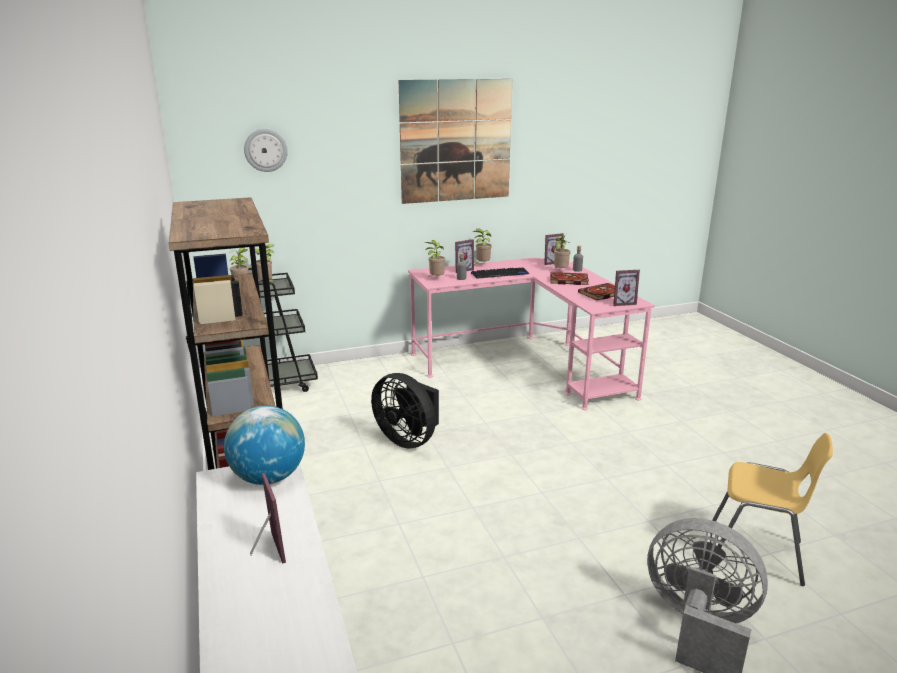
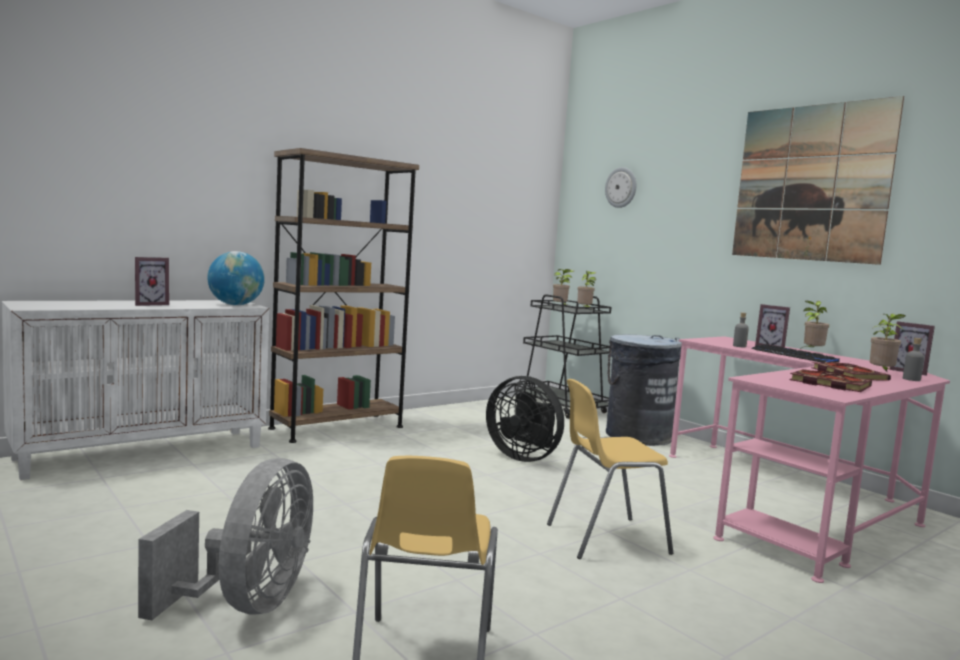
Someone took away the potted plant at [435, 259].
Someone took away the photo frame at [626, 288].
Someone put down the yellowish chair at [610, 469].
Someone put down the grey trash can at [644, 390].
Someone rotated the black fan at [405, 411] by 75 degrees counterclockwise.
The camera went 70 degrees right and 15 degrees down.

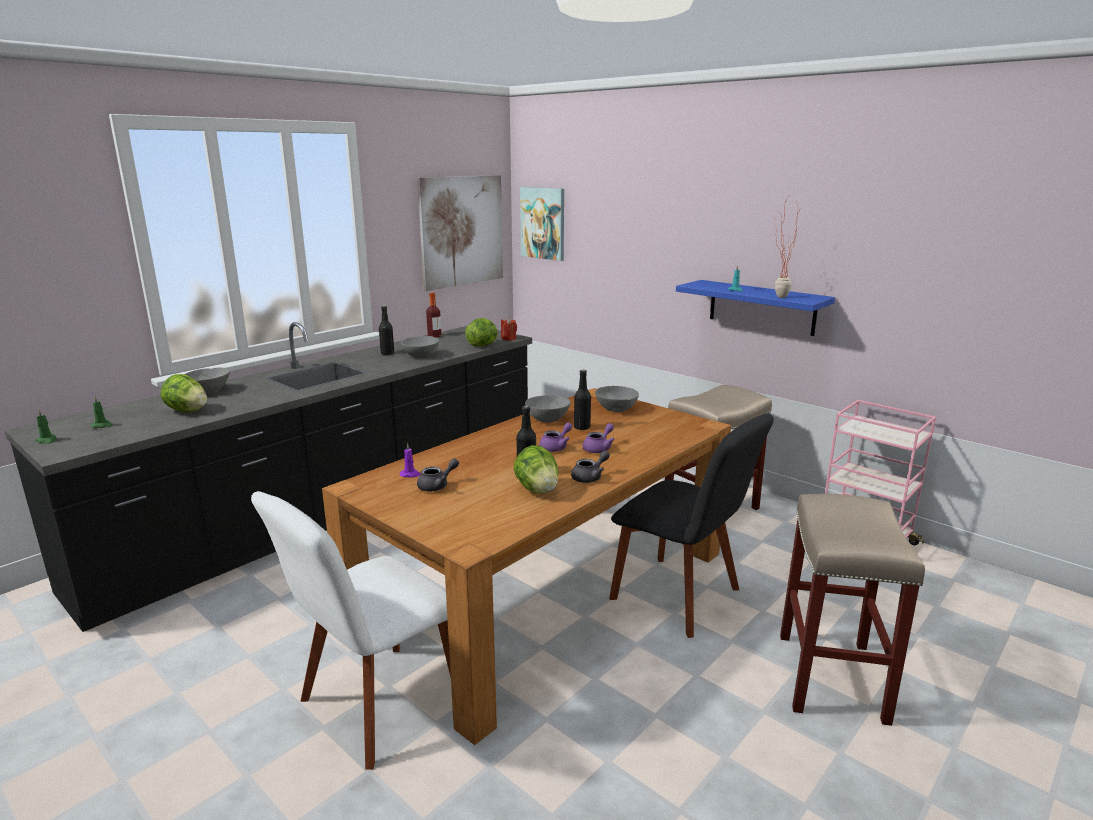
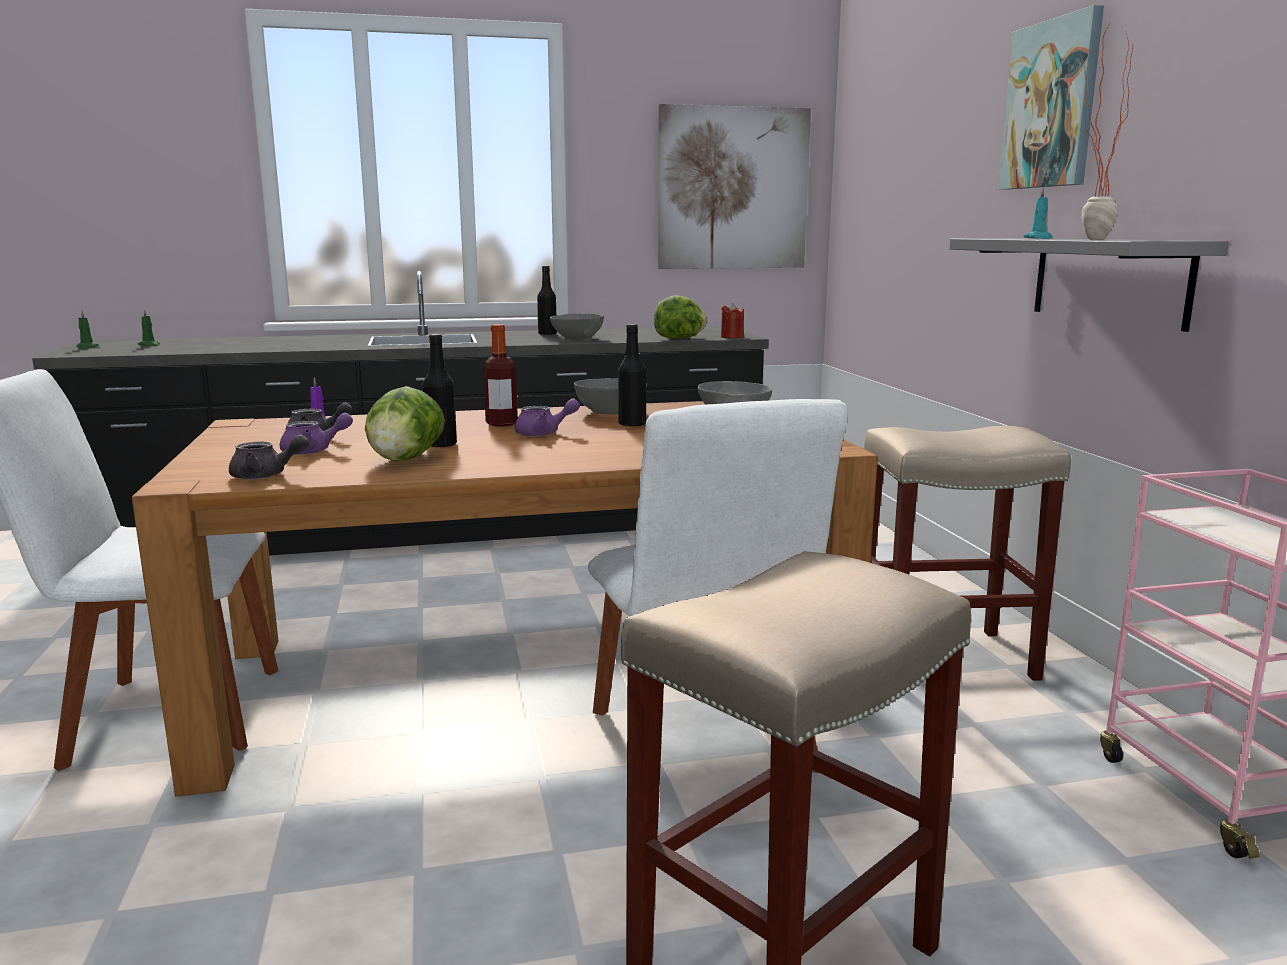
Someone took away the lettuce head at [184, 393].
Someone took away the grey deep dish at [207, 381].
Someone carried the beverage bottle from [433, 315] to [500, 375].
Someone carried the wall picture from [542, 224] to [1051, 97].
Someone carried the grey teapot from [590, 467] to [269, 457].
Someone carried the purple-coloured teapot from [599, 438] to [316, 434].
Someone repainted the black chair at [691, 525], which became the whitish chair at [718, 586].
Someone repainted the blue-coloured shelf at [755, 308], which became the grey shelf at [1089, 285].
The camera went 35 degrees right and 5 degrees down.

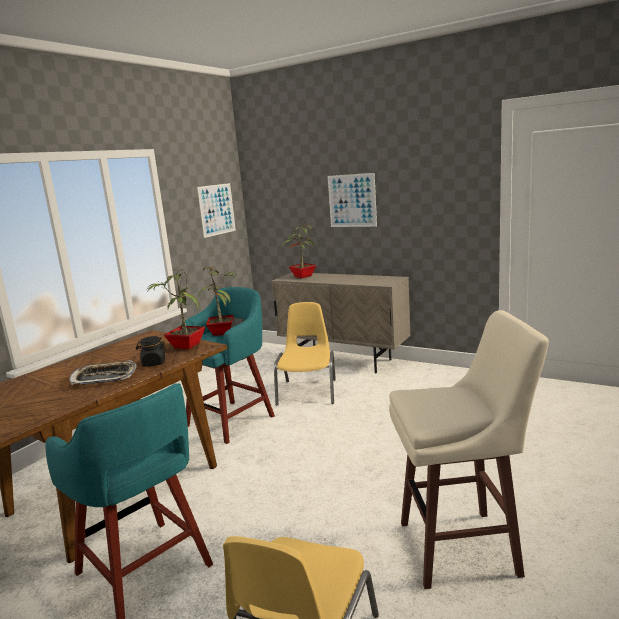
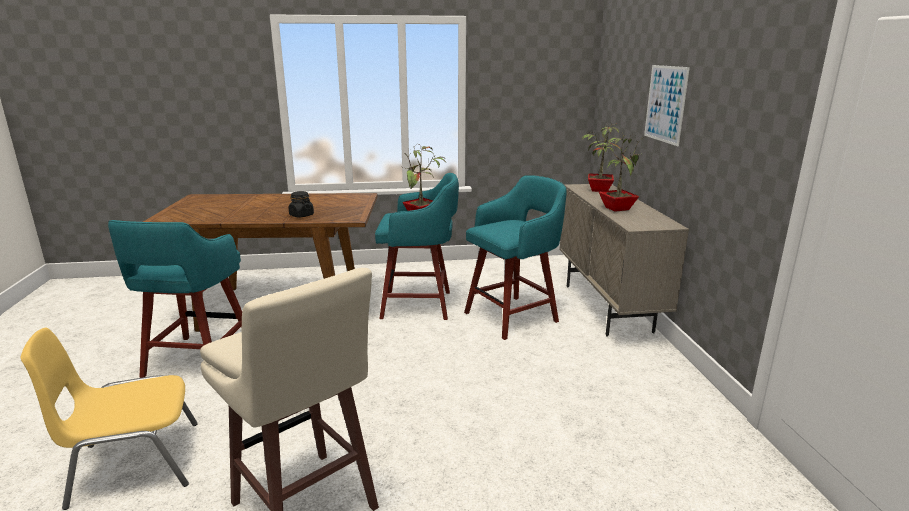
Someone took away the carrying tray at [103, 372].
Someone took away the wall picture at [216, 210].
Someone carried the potted plant from [176, 308] to [618, 173].
Someone swapped the yellowish chair at [305, 353] for the blue-green stool seat at [515, 257].
The camera went 50 degrees right and 5 degrees up.

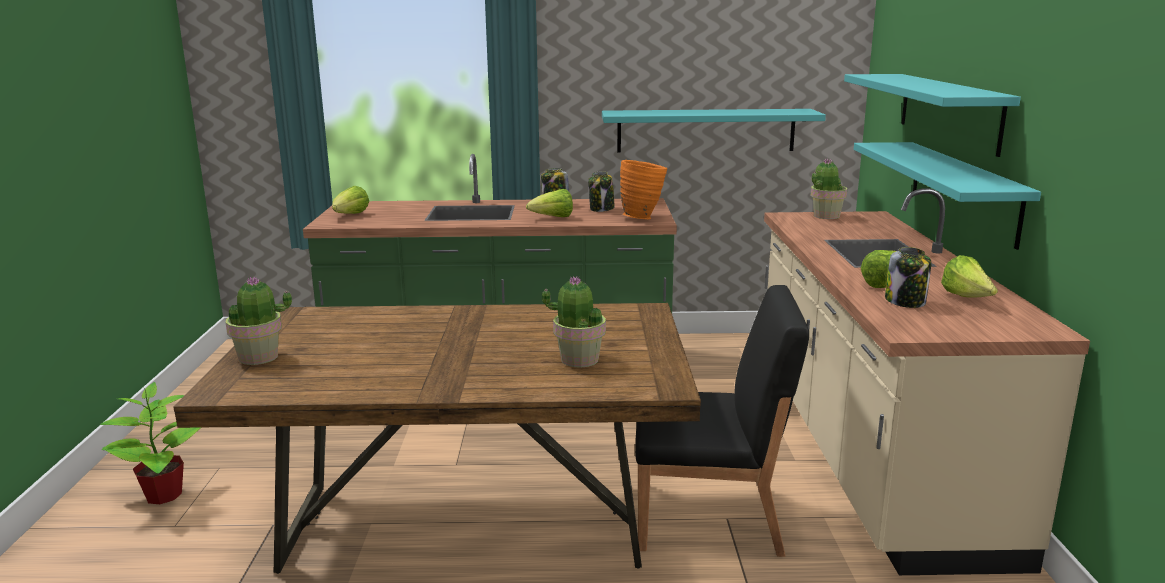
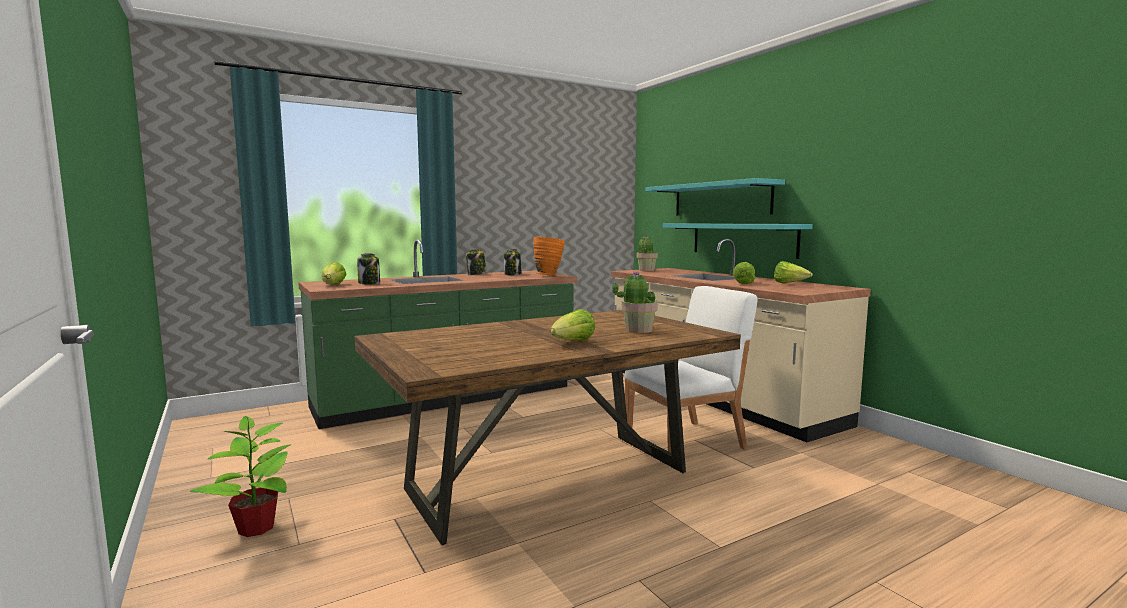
Someone took away the potted plant at [258, 321].
Someone took away the blue-green shelf at [714, 131].
Someone carried the lettuce head from [549, 203] to [573, 325].
Someone carried the jar from [908, 277] to [368, 269].
Someone repainted the black chair at [722, 421], which became the whitish chair at [690, 369].
The camera went 30 degrees left and 10 degrees down.

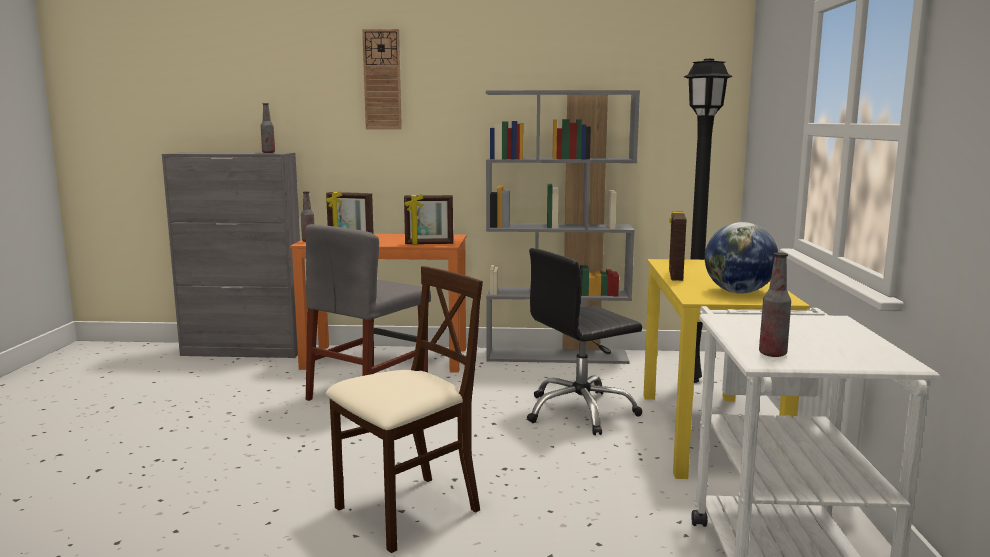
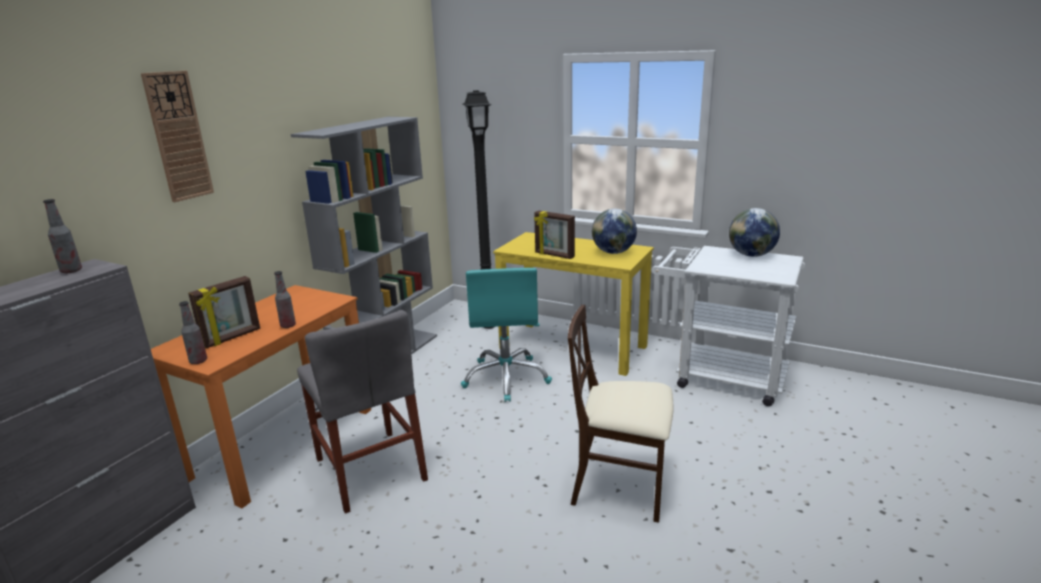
Someone took away the photo frame at [428, 219].
Someone put down the desk globe at [754, 232].
Someone carried the beverage bottle from [775, 304] to [285, 299].
Someone repainted the black office chair at [584, 341], which became the blue-green office chair at [506, 335].
Someone rotated the beige chair at [404, 409] by 60 degrees counterclockwise.
The camera went 65 degrees left and 10 degrees up.

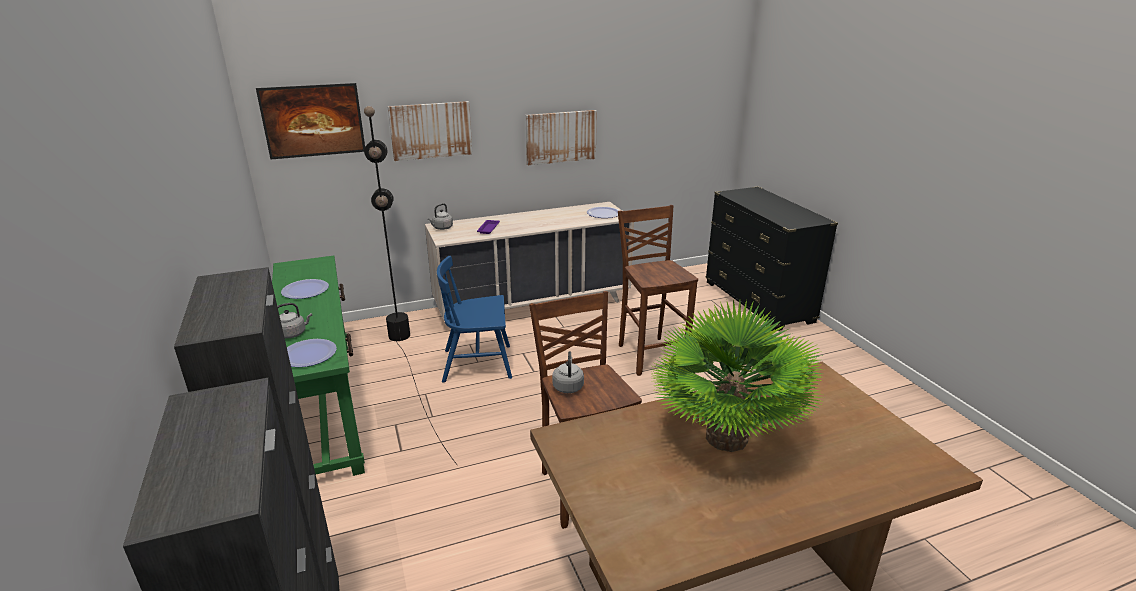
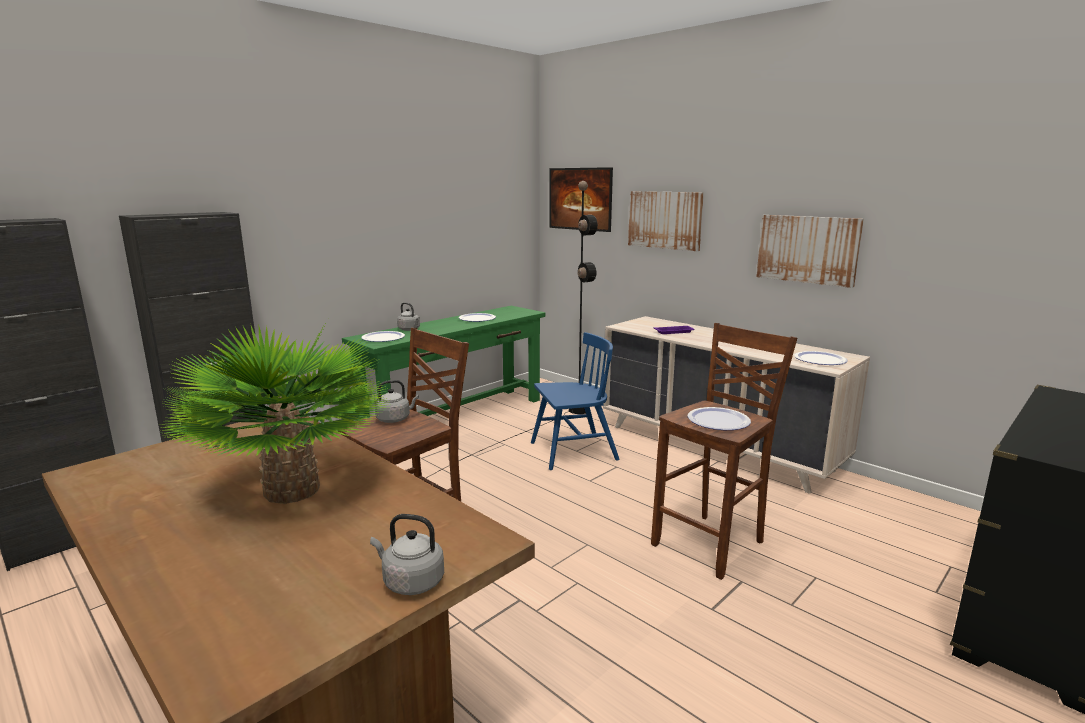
Someone put down the plate at [719, 418].
Someone carried the grey kettle from [440, 216] to [407, 554].
Someone rotated the blue-coloured chair at [474, 319] by 105 degrees clockwise.
The camera went 65 degrees right and 10 degrees down.

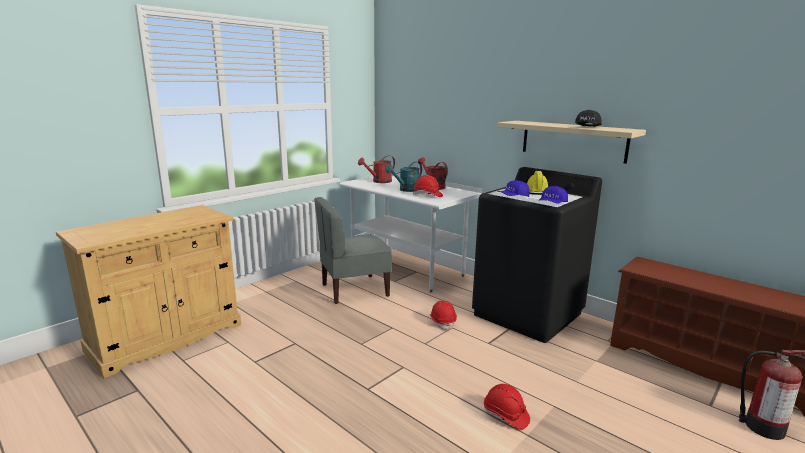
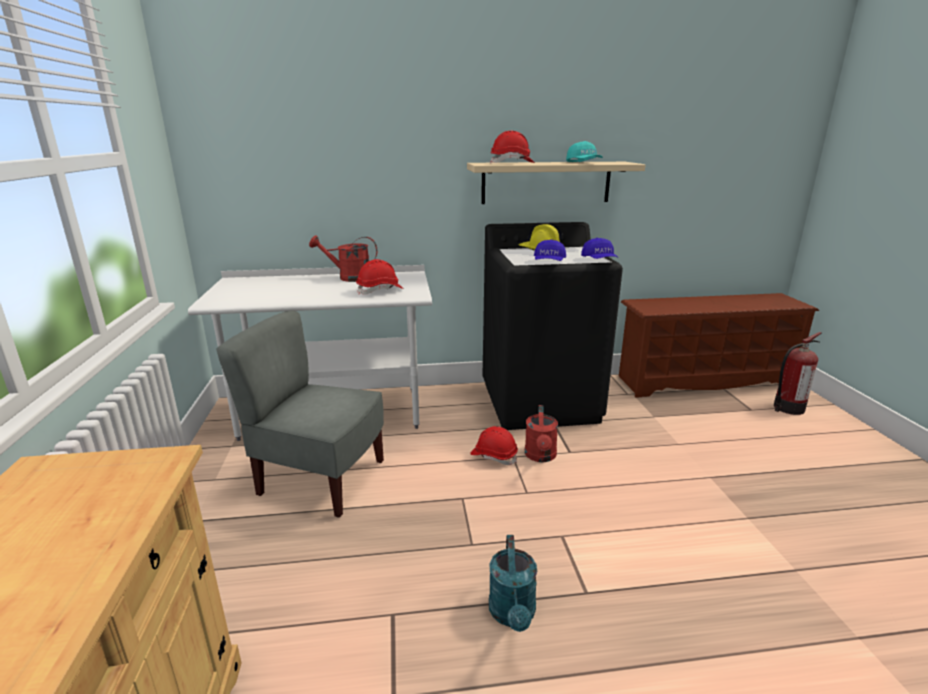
Someone carried the red watering can from [376, 169] to [541, 433].
Someone carried the blue-green watering can from [403, 177] to [513, 583].
Someone carried the red hard hat from [507, 407] to [512, 147].
Someone repainted the black baseball cap at [588, 118], which became the blue-green baseball cap at [584, 151].
Someone rotated the grey chair at [353, 250] by 90 degrees clockwise.
The camera went 50 degrees left and 5 degrees up.

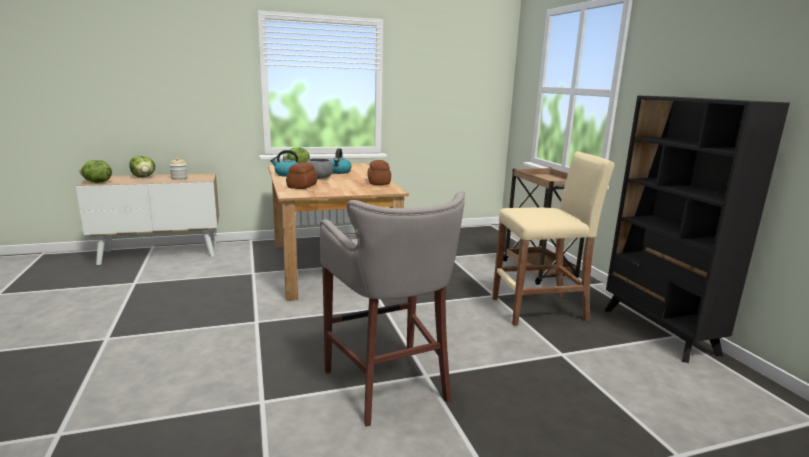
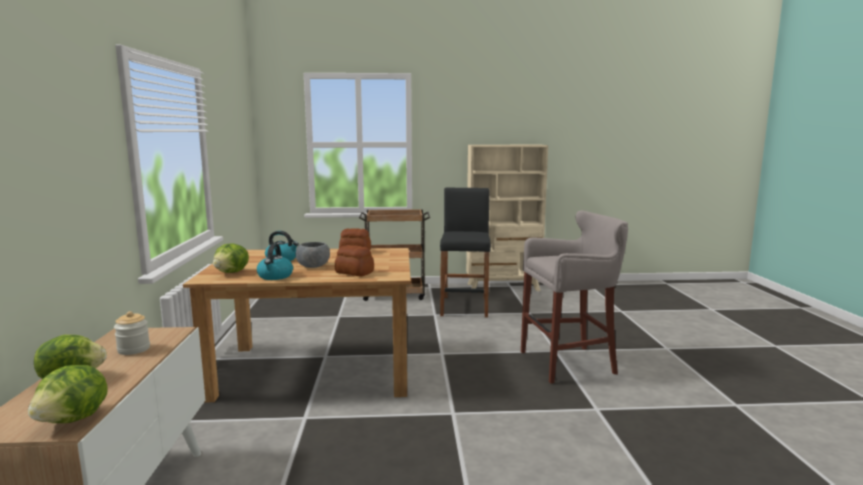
Someone repainted the beige stool seat at [553, 238], which became the black stool seat at [465, 252].
Someone repainted the black bookshelf at [697, 229], which became the beige bookshelf at [507, 218].
The camera went 75 degrees left and 5 degrees down.

